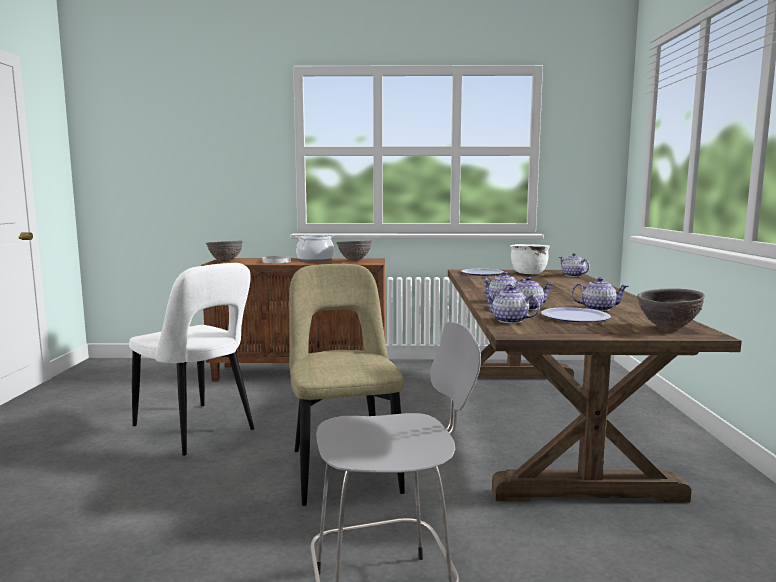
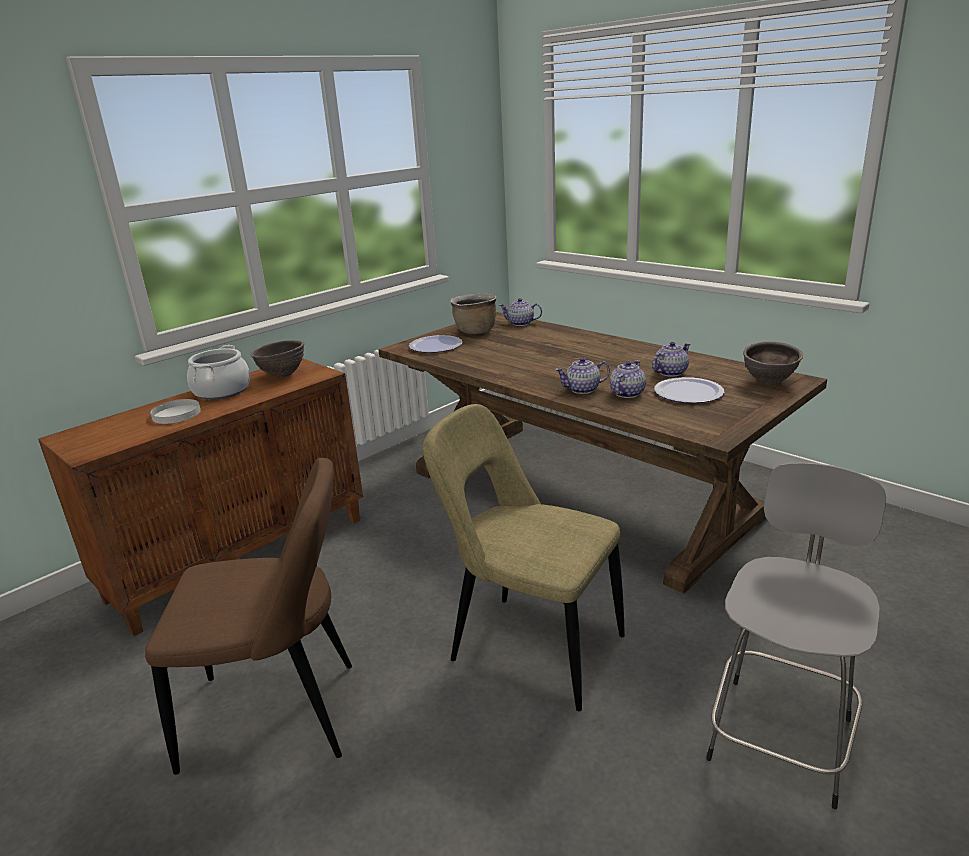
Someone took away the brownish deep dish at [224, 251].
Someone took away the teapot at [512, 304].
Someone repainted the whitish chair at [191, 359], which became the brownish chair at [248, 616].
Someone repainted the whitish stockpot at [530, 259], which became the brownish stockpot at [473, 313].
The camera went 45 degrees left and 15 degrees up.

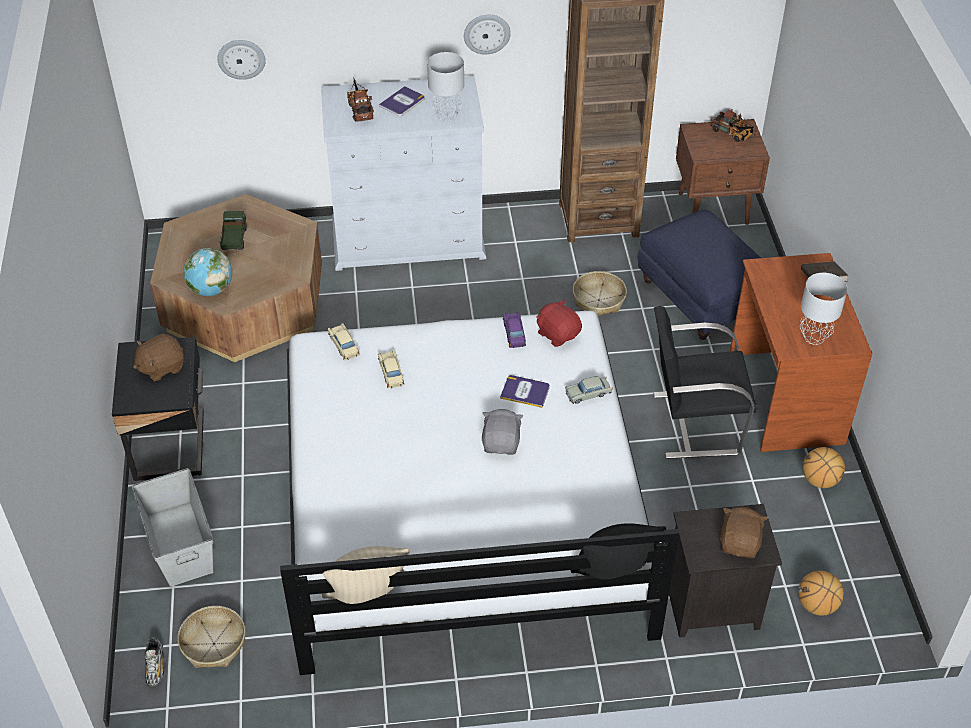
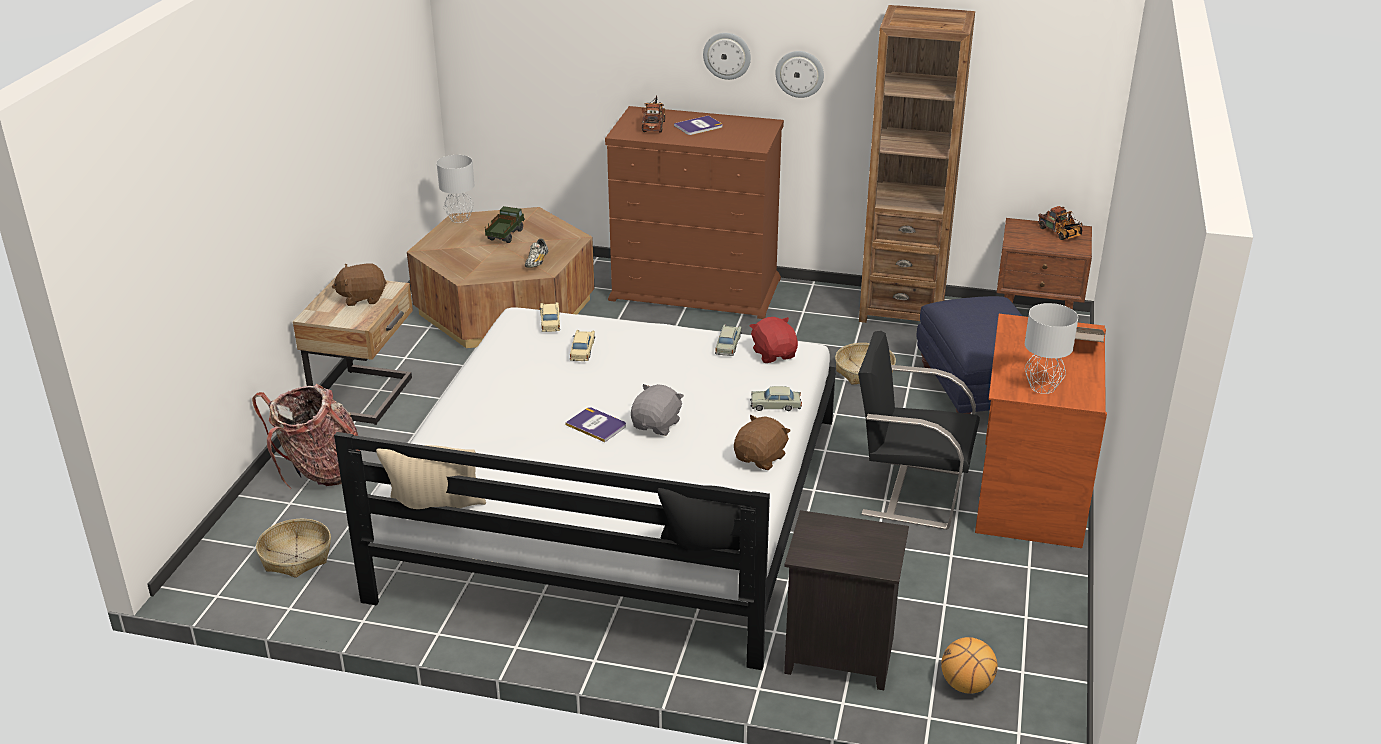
Someone took away the desk globe at [207, 272].
Someone took away the basketball at [824, 467].
Someone carried the low shoe from [154, 662] to [536, 253].
Someone carried the wall clock from [241, 60] to [727, 56].
Someone carried the grey table lamp from [445, 86] to [455, 189].
Someone carried the volume from [525, 391] to [595, 424].
Someone carried the brownish cuddly toy from [744, 532] to [762, 442].
Someone swapped the grey storage container at [173, 527] for the knapsack at [306, 436].
Someone repainted the black night table at [158, 409], which became the beige night table at [353, 350].
Someone repainted the whitish drawer chest at [403, 173], which became the brownish drawer chest at [694, 212].
Someone repainted the purple-coloured toy car at [514, 330], which became the beige toy car at [728, 340].
The camera went 20 degrees right and 15 degrees down.

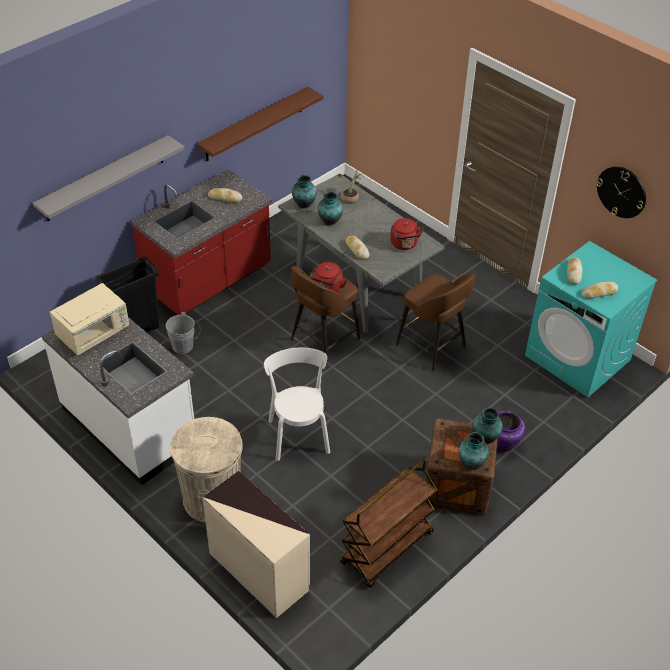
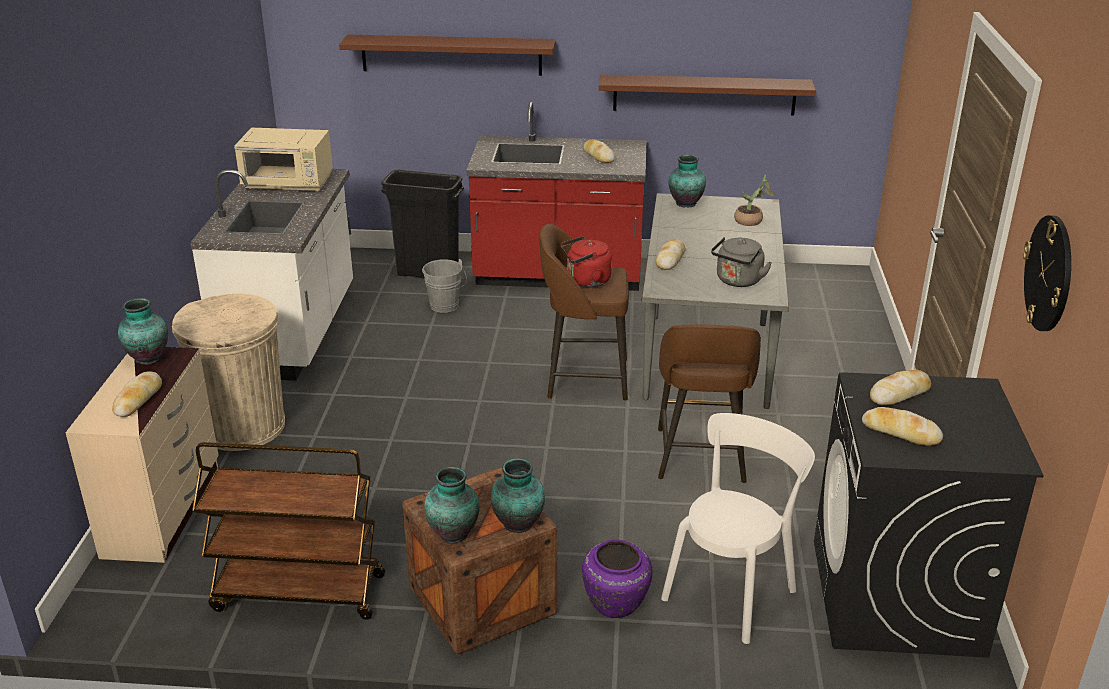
Someone put down the bakery bread at [137, 394].
Someone carried the whitish chair from [297, 404] to [738, 528].
Someone carried the flower vase from [330, 208] to [143, 331].
Someone repainted the grey shelf at [108, 178], which became the brownish shelf at [447, 55].
Someone repainted the red kettle at [407, 234], which became the grey kettle at [741, 262].
Someone repainted the blue-green laundry appliance at [591, 319], which became the black laundry appliance at [929, 515].
The camera went 50 degrees right and 15 degrees down.

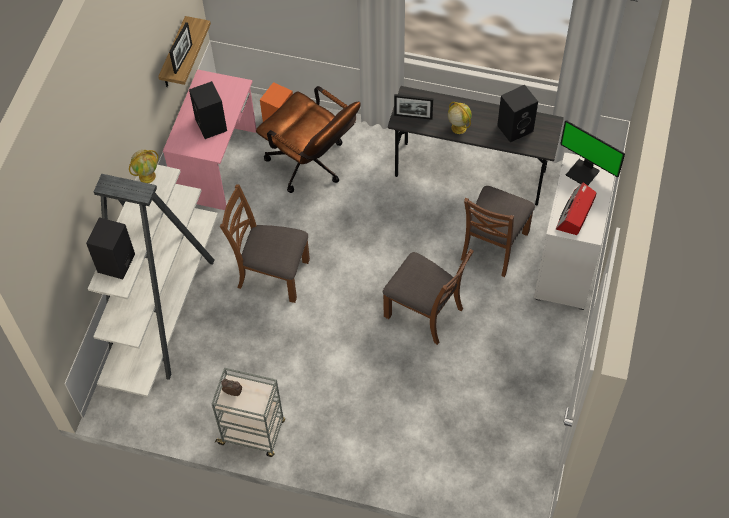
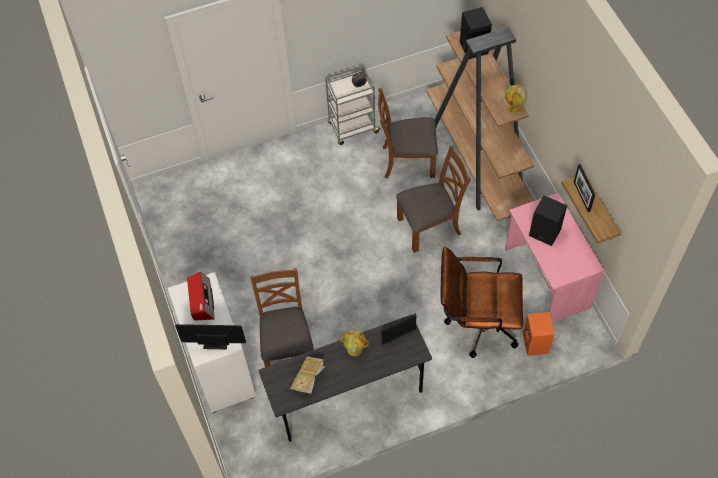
Someone carried the brownish chair from [428, 297] to [408, 133].
Someone swapped the black speaker at [517, 114] for the volume at [307, 375].
Someone repainted the whitish bookshelf at [153, 281], which became the brownish bookshelf at [480, 124].
The camera went 145 degrees right and 0 degrees up.

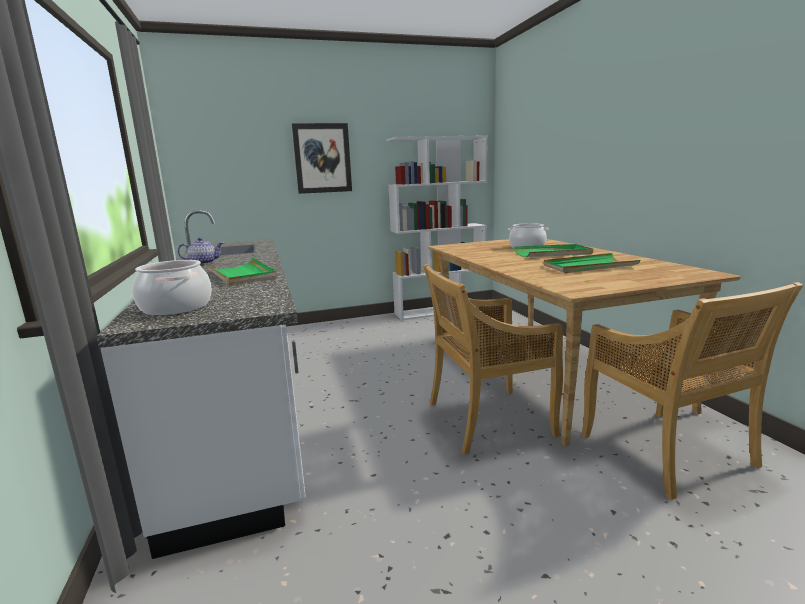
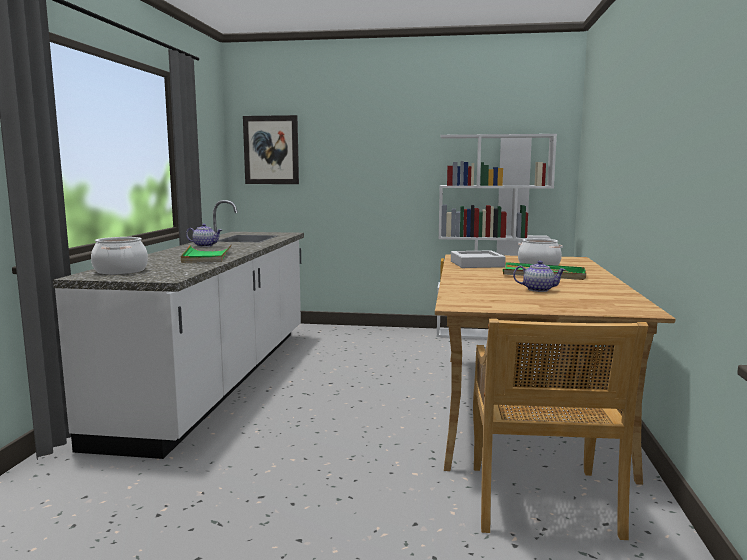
Someone took away the beige chair at [493, 359].
Someone put down the grey carrying tray at [478, 259].
Someone carried the wall picture from [322, 158] to [271, 149].
Someone swapped the green-coloured carrying tray at [592, 263] for the teapot at [539, 276].
The camera went 25 degrees right and 5 degrees down.

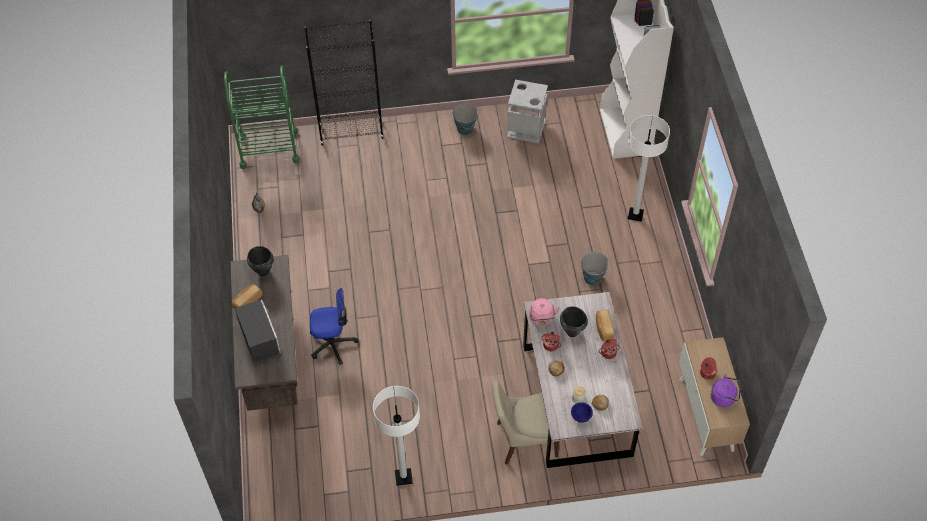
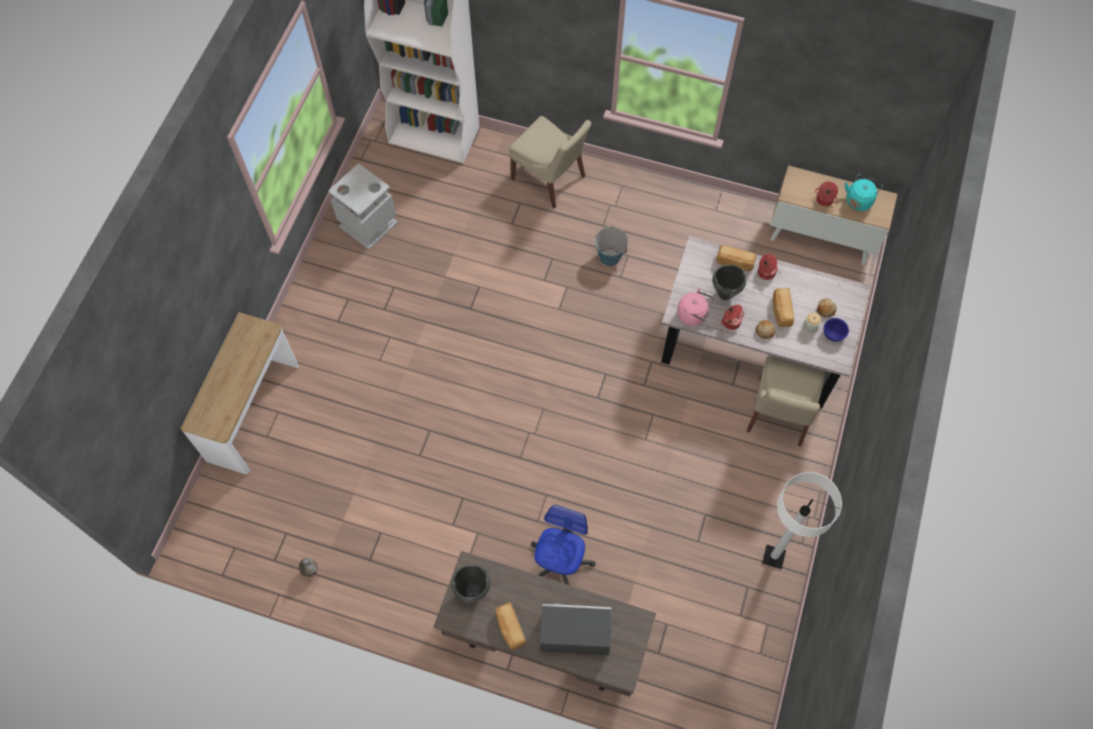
Someone took away the green-coloured trolley at [262, 117].
Someone took away the bucket at [465, 119].
Someone put down the bakery bread at [783, 307].
Someone swapped the black bookshelf at [344, 83] for the console table at [240, 393].
Someone swapped the whitish standing lamp at [649, 168] for the beige chair at [550, 162].
Someone repainted the purple-coloured kettle at [725, 391], which became the blue-green kettle at [864, 192].
The camera went 65 degrees left and 10 degrees up.

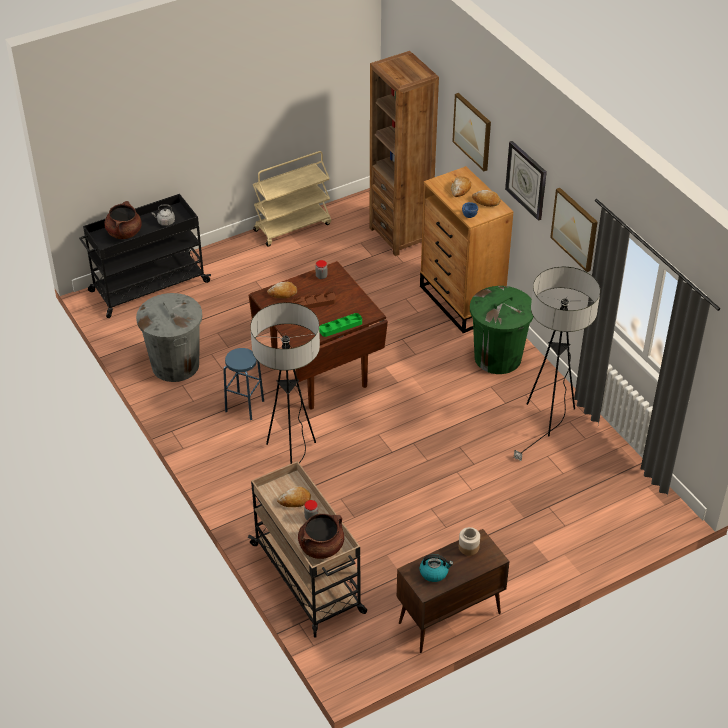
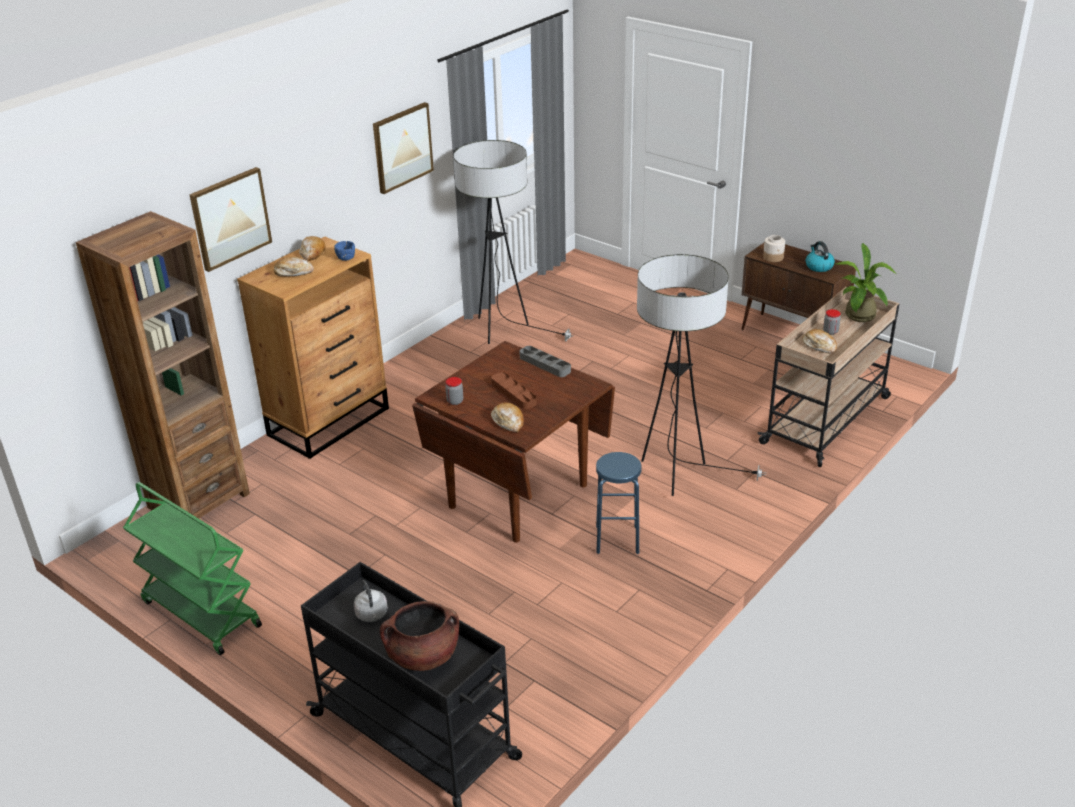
Someone took away the grey trash can at [169, 337].
Someone took away the green-coloured trash can at [502, 330].
Someone took away the wall clock at [526, 181].
Someone swapped the brownish stockpot at [321, 536] for the potted plant at [865, 282].
Someone repainted the beige trolley at [292, 198], which became the green-coloured trolley at [192, 568].
Someone repainted the green-coloured carrying tray at [340, 325], which became the grey carrying tray at [545, 361].
The camera went 110 degrees left and 10 degrees down.

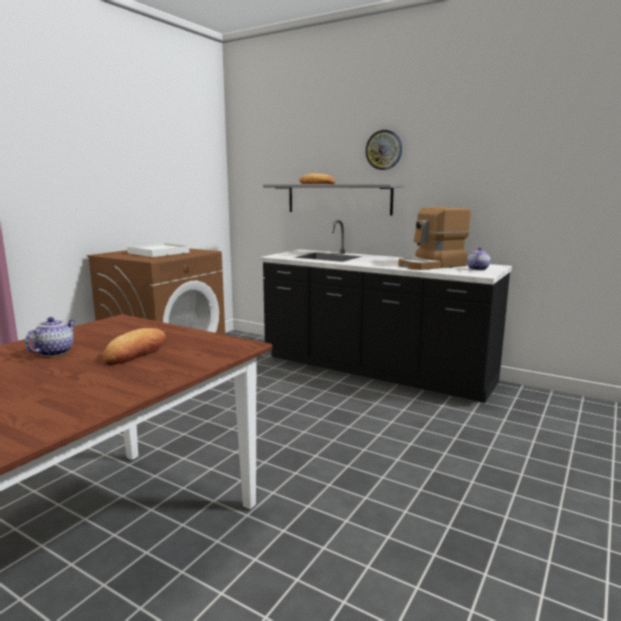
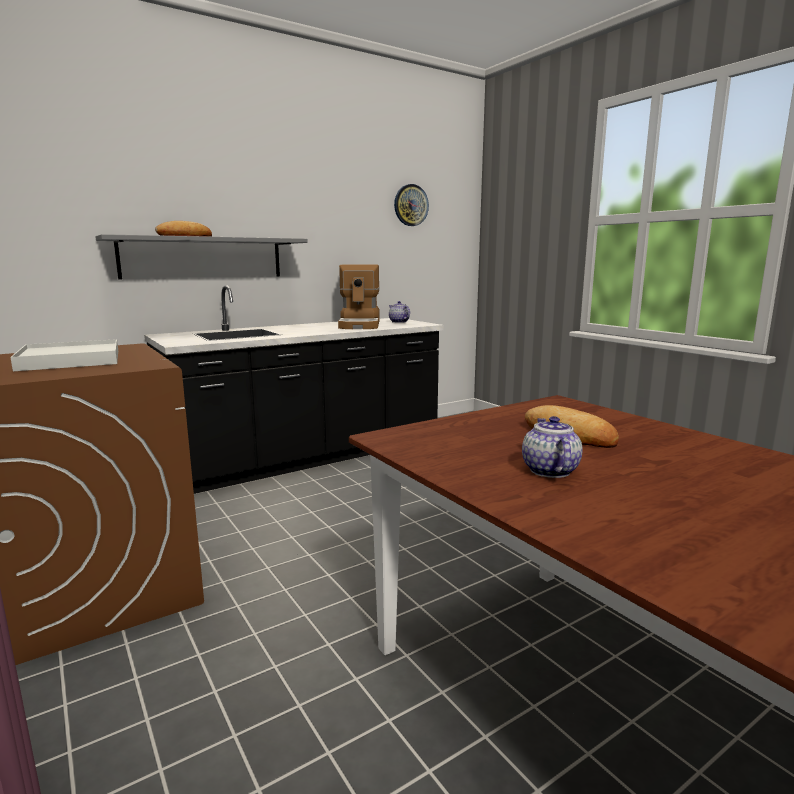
Someone carried the wall clock from [383, 150] to [411, 205].
Someone rotated the teapot at [50, 336] by 45 degrees clockwise.
The camera went 65 degrees left and 0 degrees up.

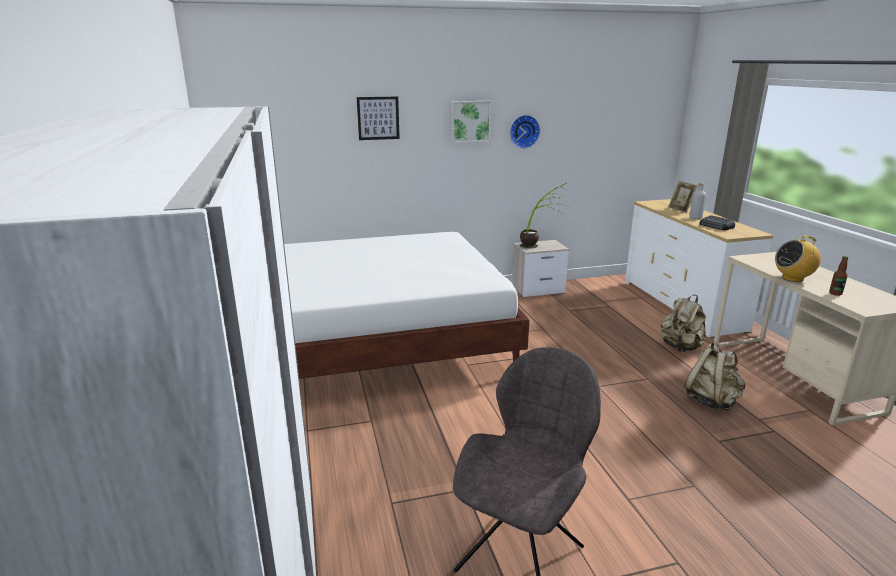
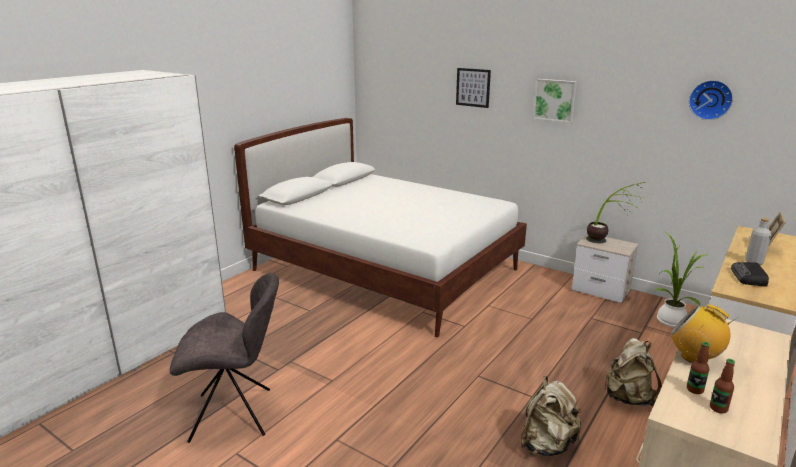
Someone put down the potted plant at [681, 279].
Someone put down the beverage bottle at [722, 386].
Someone carried the wall clock from [525, 132] to [711, 100].
The camera went 50 degrees right and 0 degrees up.

